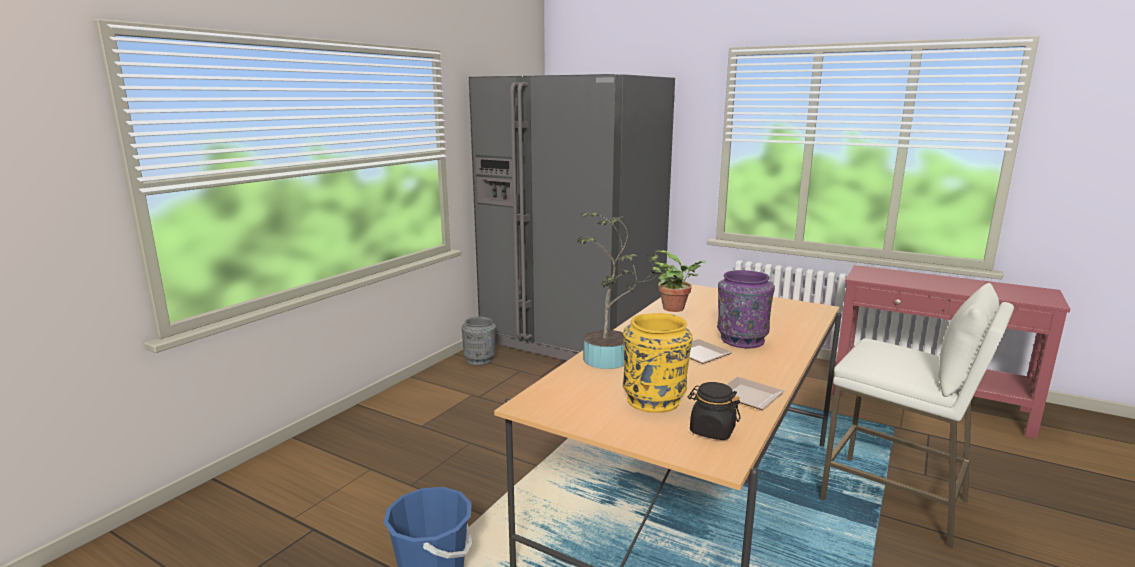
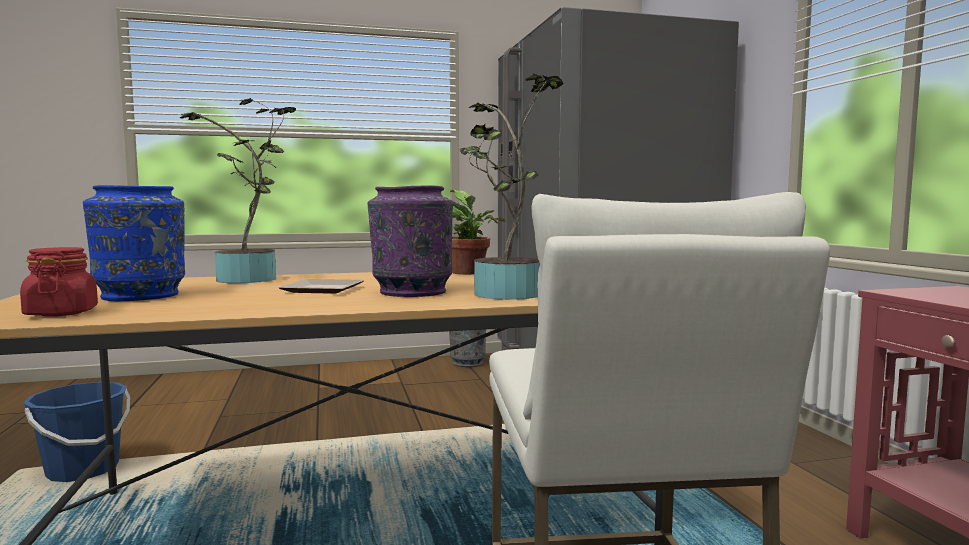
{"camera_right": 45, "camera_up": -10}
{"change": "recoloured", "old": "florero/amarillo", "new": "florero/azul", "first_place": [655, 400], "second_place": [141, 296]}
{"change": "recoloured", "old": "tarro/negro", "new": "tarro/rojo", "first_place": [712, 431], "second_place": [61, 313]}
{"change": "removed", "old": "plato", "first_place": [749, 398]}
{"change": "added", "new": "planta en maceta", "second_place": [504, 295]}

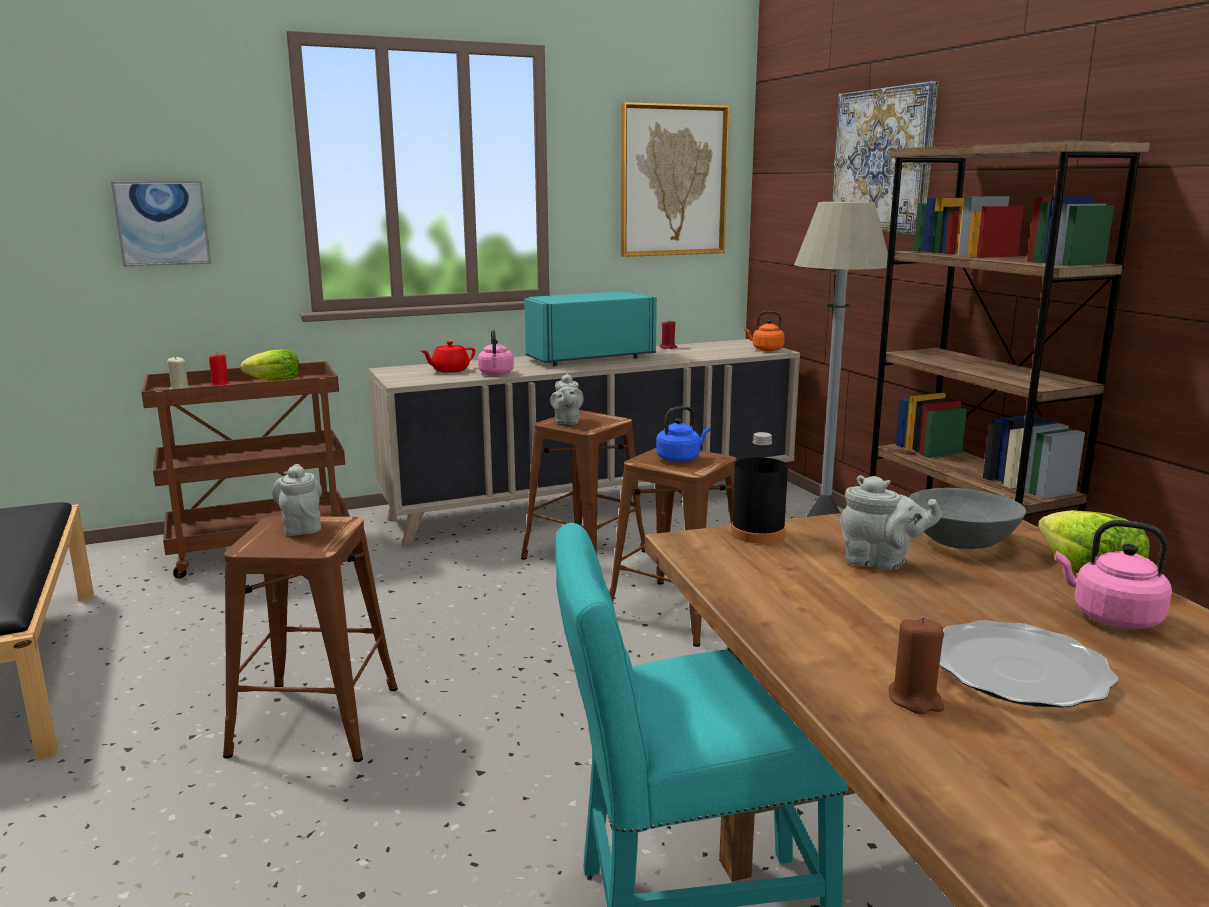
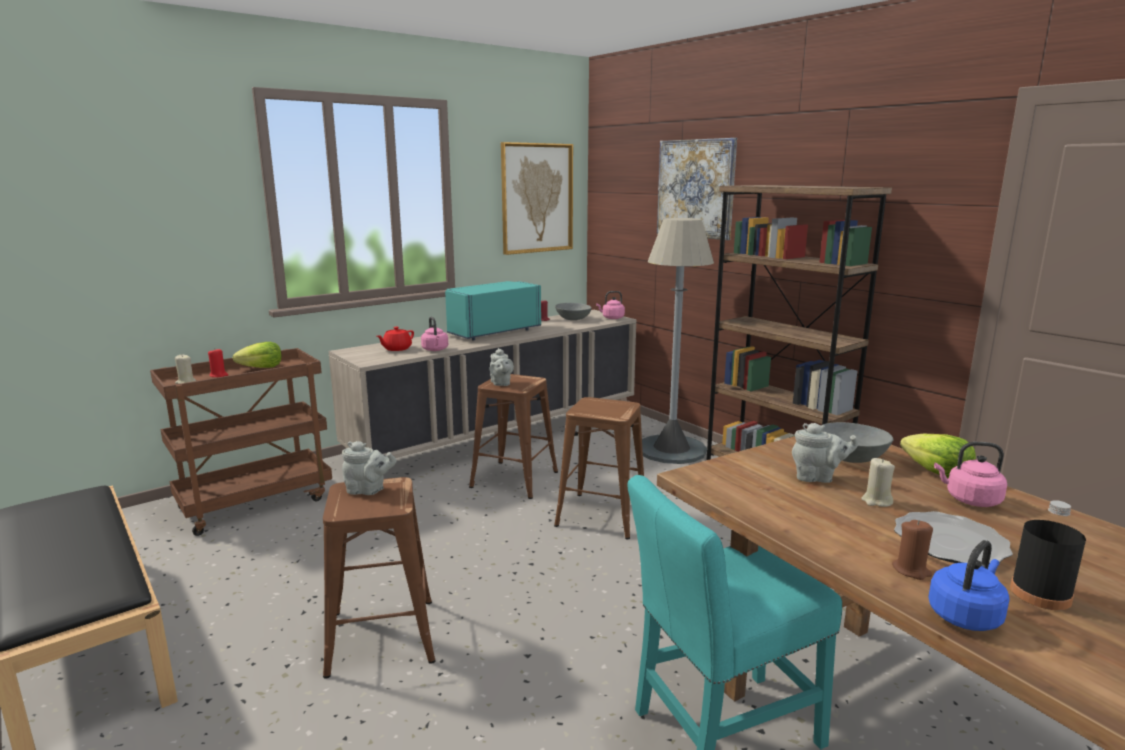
{"camera_right": -15, "camera_up": 0}
{"change": "removed", "old": "cuadro", "first_place": [162, 223]}
{"change": "turned", "old": "tetera/gris", "first_place": [301, 527], "second_place": [368, 490], "degrees": 135}
{"change": "moved", "old": "hervidor/azul", "first_place": [680, 459], "second_place": [966, 615]}
{"change": "moved", "old": "botella/negro", "first_place": [757, 533], "second_place": [1040, 594]}
{"change": "recoloured", "old": "hervidor/naranja", "new": "hervidor/rosa", "first_place": [765, 349], "second_place": [612, 318]}
{"change": "added", "new": "cuenco/gris", "second_place": [572, 319]}
{"change": "added", "new": "vela/beis", "second_place": [876, 501]}

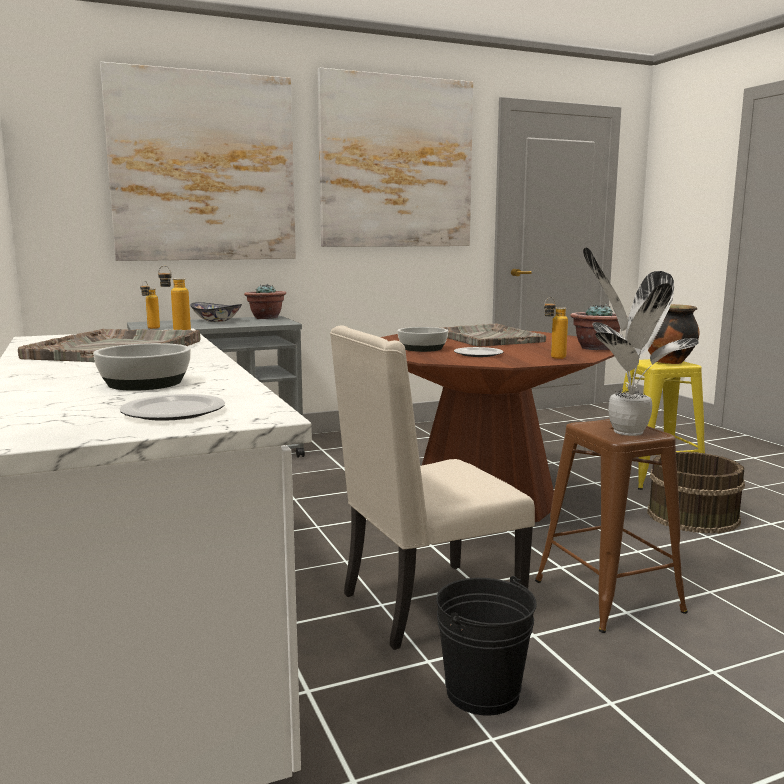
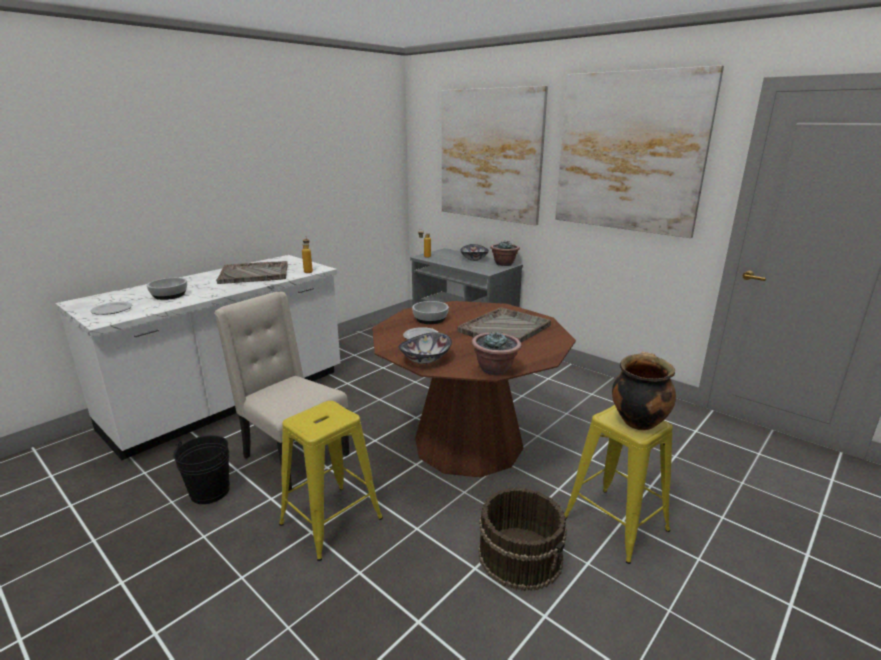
{"camera_right": 65, "camera_up": 10}
{"change": "recoloured", "old": "taburete/marrón", "new": "taburete/amarillo", "first_place": [607, 596], "second_place": [331, 521]}
{"change": "replaced", "old": "botella", "new": "cuenco", "first_place": [553, 358], "second_place": [426, 359]}
{"change": "removed", "old": "planta en maceta", "first_place": [624, 431]}

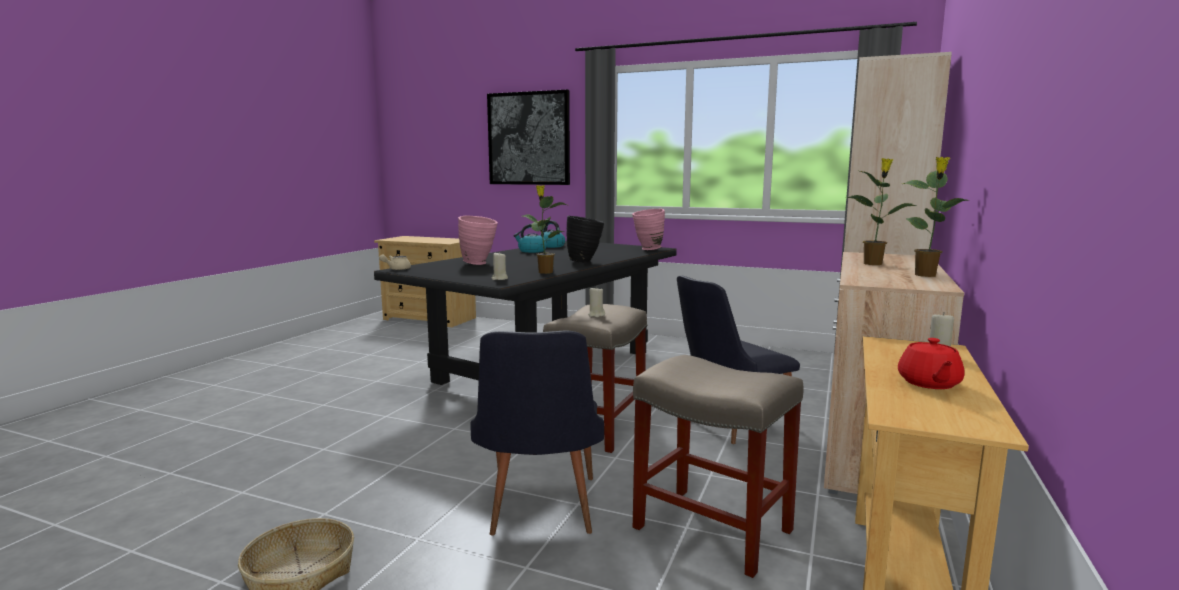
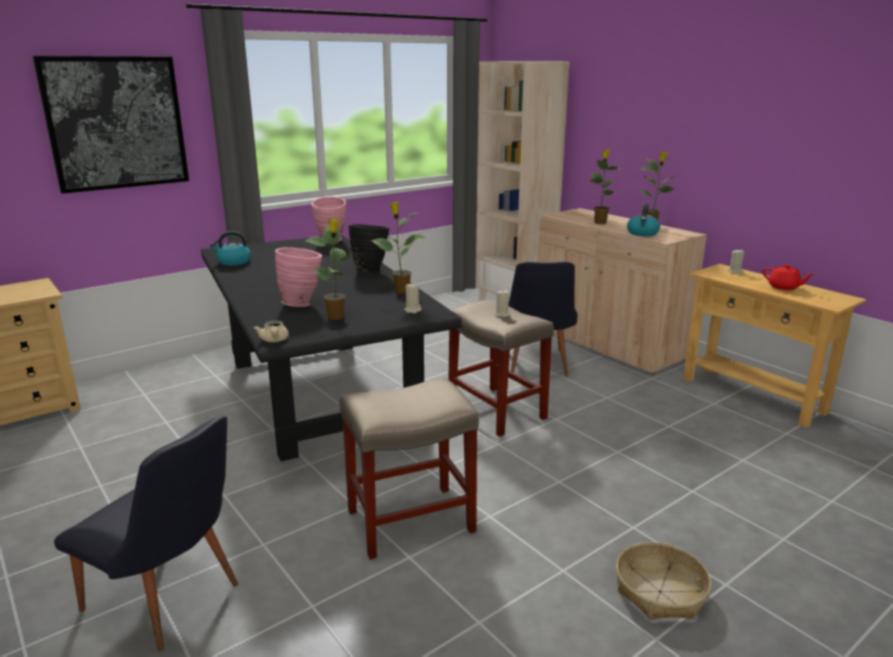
{"camera_right": -60, "camera_up": 10}
{"change": "moved", "old": "silla/negro", "first_place": [540, 512], "second_place": [171, 602]}
{"change": "moved", "old": "hervidor", "first_place": [531, 251], "second_place": [642, 233]}
{"change": "moved", "old": "taburete/beis", "first_place": [710, 528], "second_place": [409, 521]}
{"change": "added", "new": "planta en maceta", "second_place": [336, 317]}

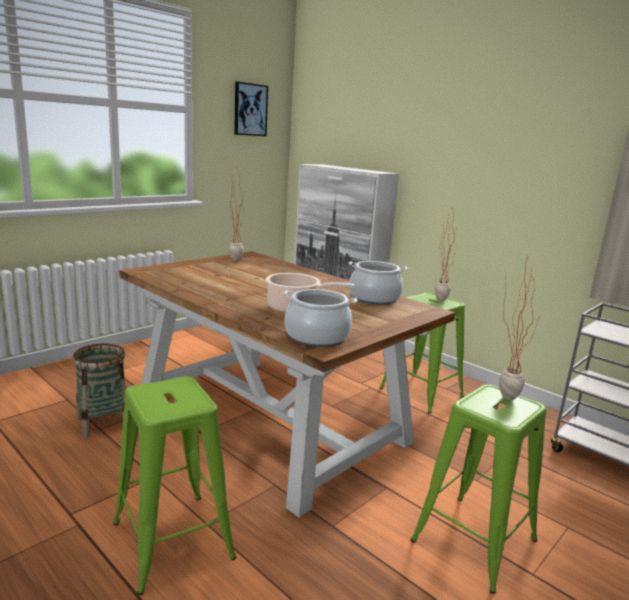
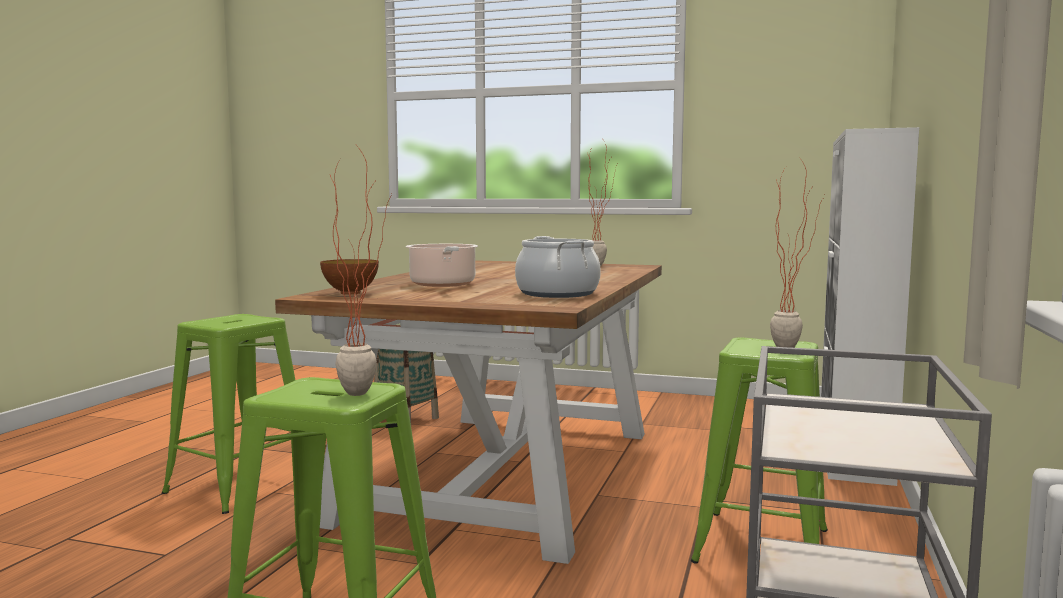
{"camera_right": 65, "camera_up": -10}
{"change": "removed", "old": "cuadro", "first_place": [250, 109]}
{"change": "replaced", "old": "olla", "new": "cuenco", "first_place": [317, 337], "second_place": [350, 293]}

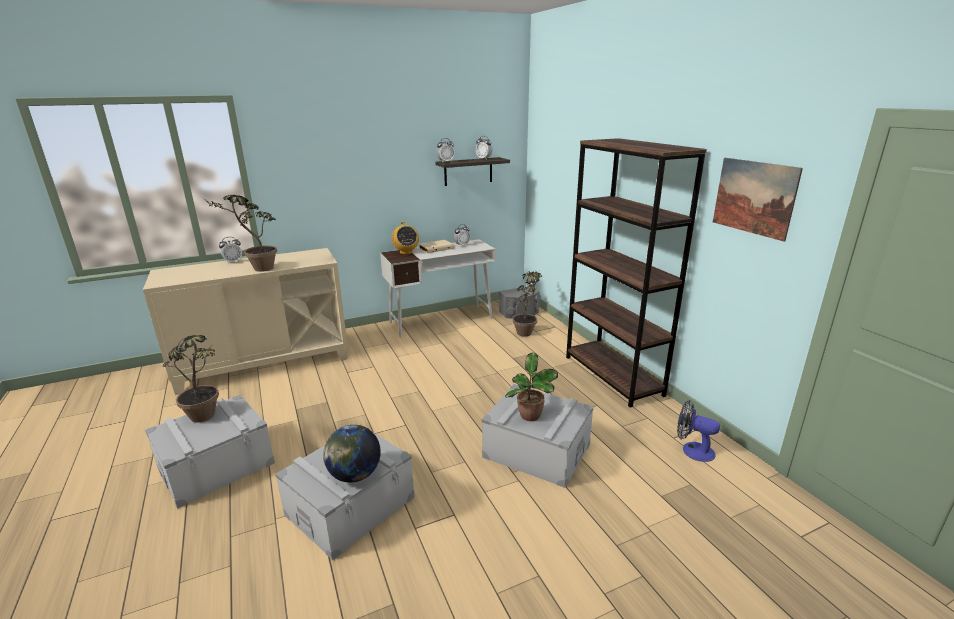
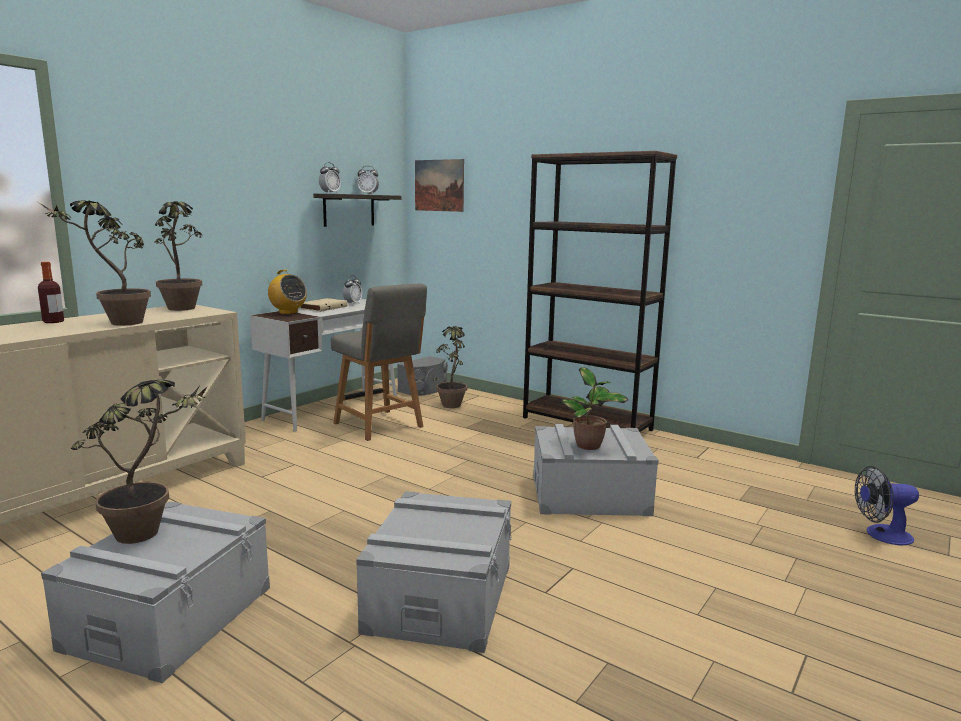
{"camera_right": -30, "camera_up": -10}
{"change": "replaced", "old": "despertador", "new": "botella", "first_place": [233, 262], "second_place": [53, 322]}
{"change": "removed", "old": "globo terráqueo", "first_place": [355, 475]}
{"change": "moved", "old": "ventilador", "first_place": [692, 450], "second_place": [881, 535]}
{"change": "moved", "old": "cuadro", "first_place": [754, 197], "second_place": [439, 185]}
{"change": "added", "new": "planta en maceta", "second_place": [182, 310]}
{"change": "added", "new": "silla/gris", "second_place": [380, 426]}

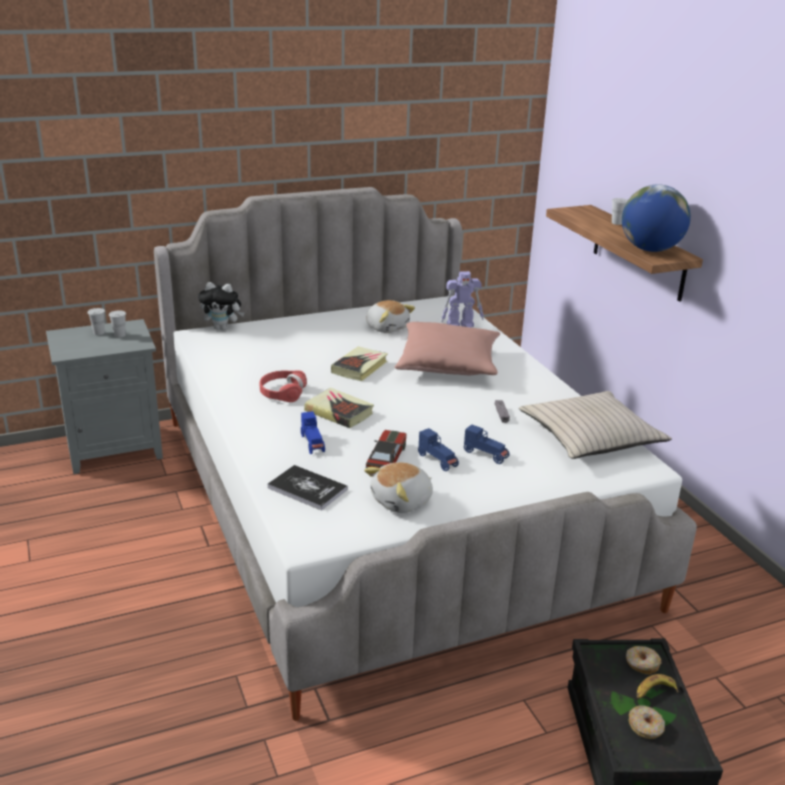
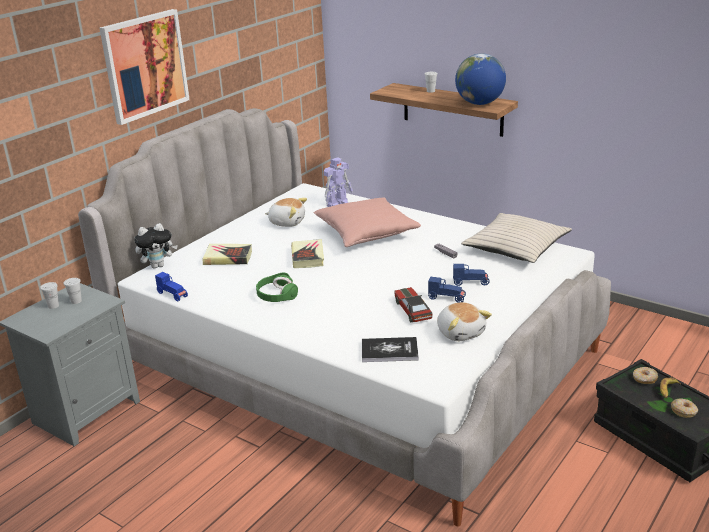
{"camera_right": -30, "camera_up": 0}
{"change": "recoloured", "old": "auriculares/rojo", "new": "auriculares/verde", "first_place": [282, 392], "second_place": [276, 295]}
{"change": "moved", "old": "coche de juguete/azul", "first_place": [313, 443], "second_place": [173, 295]}
{"change": "moved", "old": "libro", "first_place": [339, 412], "second_place": [228, 258]}
{"change": "turned", "old": "peluche", "first_place": [402, 501], "second_place": [461, 332], "degrees": -45}
{"change": "added", "new": "cuadro", "second_place": [144, 65]}

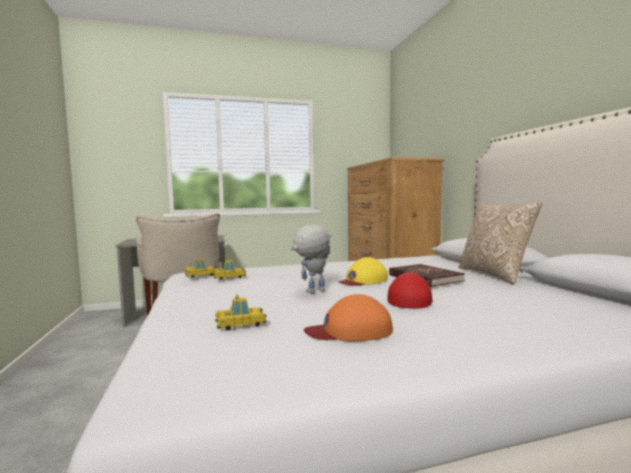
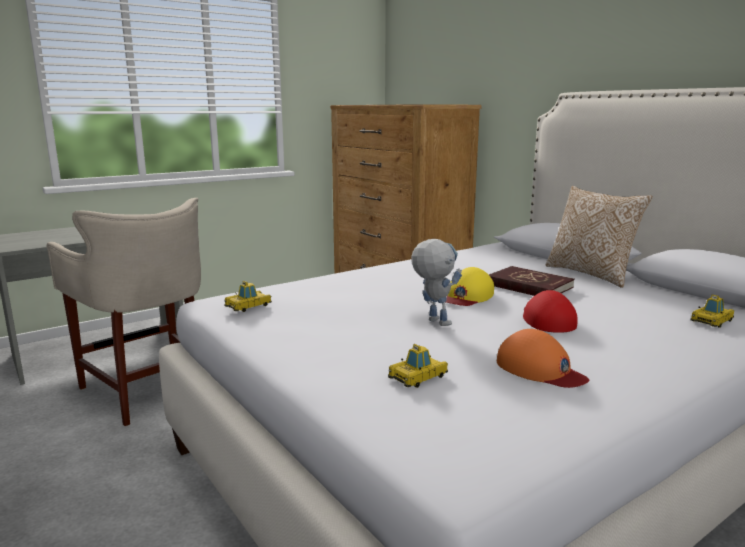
{"camera_right": -20, "camera_up": 10}
{"change": "moved", "old": "coche de juguete", "first_place": [229, 277], "second_place": [711, 321]}
{"change": "turned", "old": "robot de juguete", "first_place": [312, 292], "second_place": [432, 320], "degrees": 105}
{"change": "turned", "old": "gorra/naranja", "first_place": [350, 331], "second_place": [540, 369], "degrees": -105}

